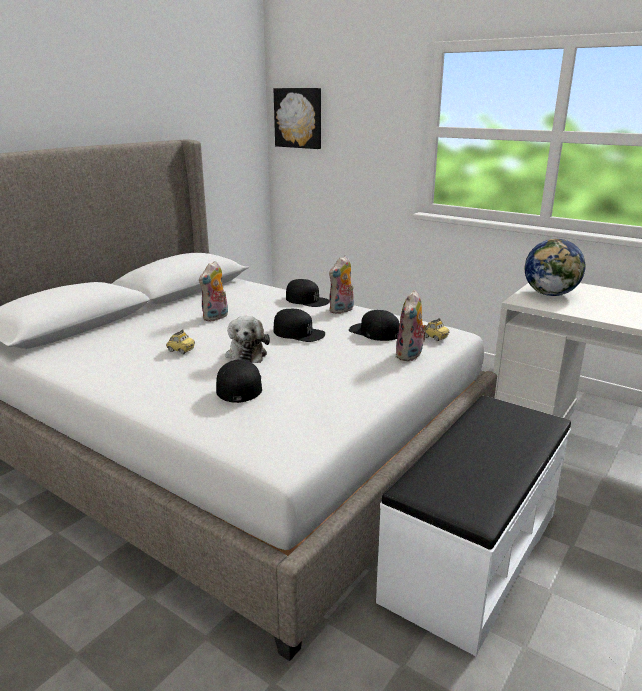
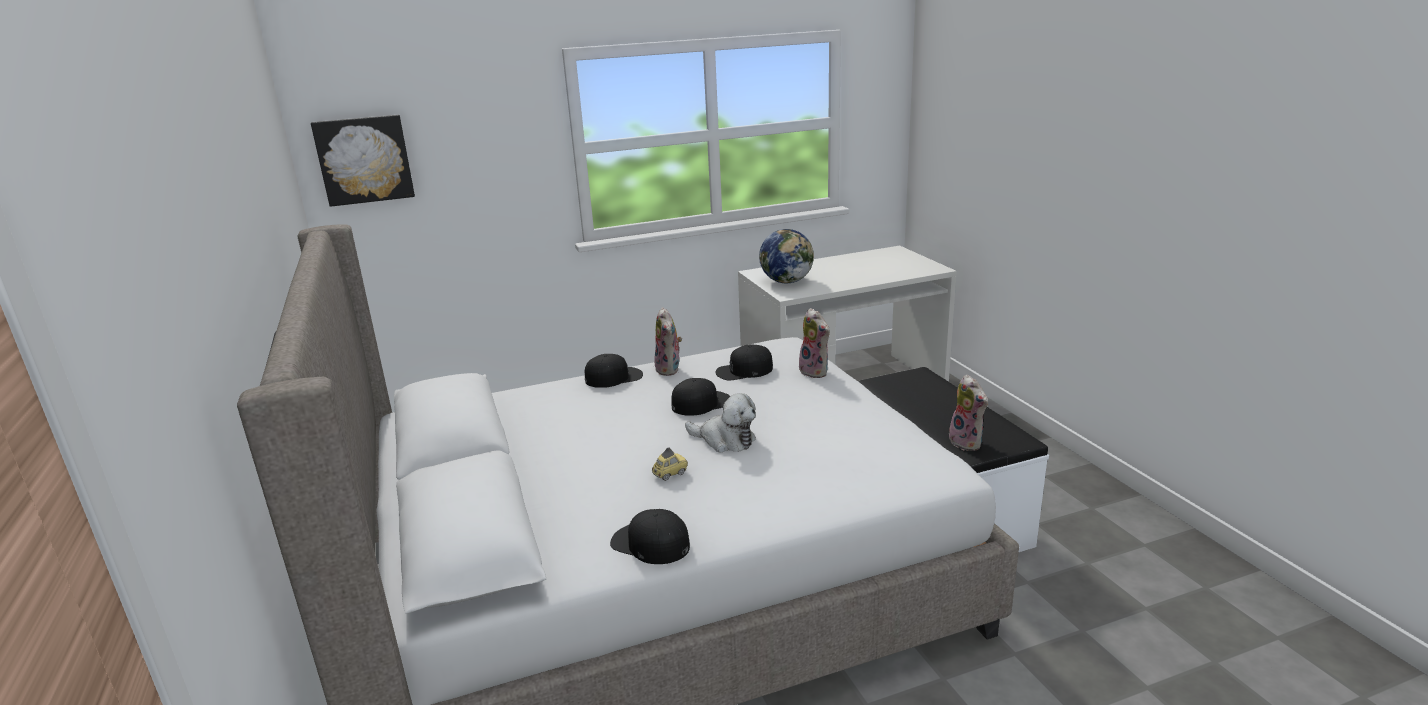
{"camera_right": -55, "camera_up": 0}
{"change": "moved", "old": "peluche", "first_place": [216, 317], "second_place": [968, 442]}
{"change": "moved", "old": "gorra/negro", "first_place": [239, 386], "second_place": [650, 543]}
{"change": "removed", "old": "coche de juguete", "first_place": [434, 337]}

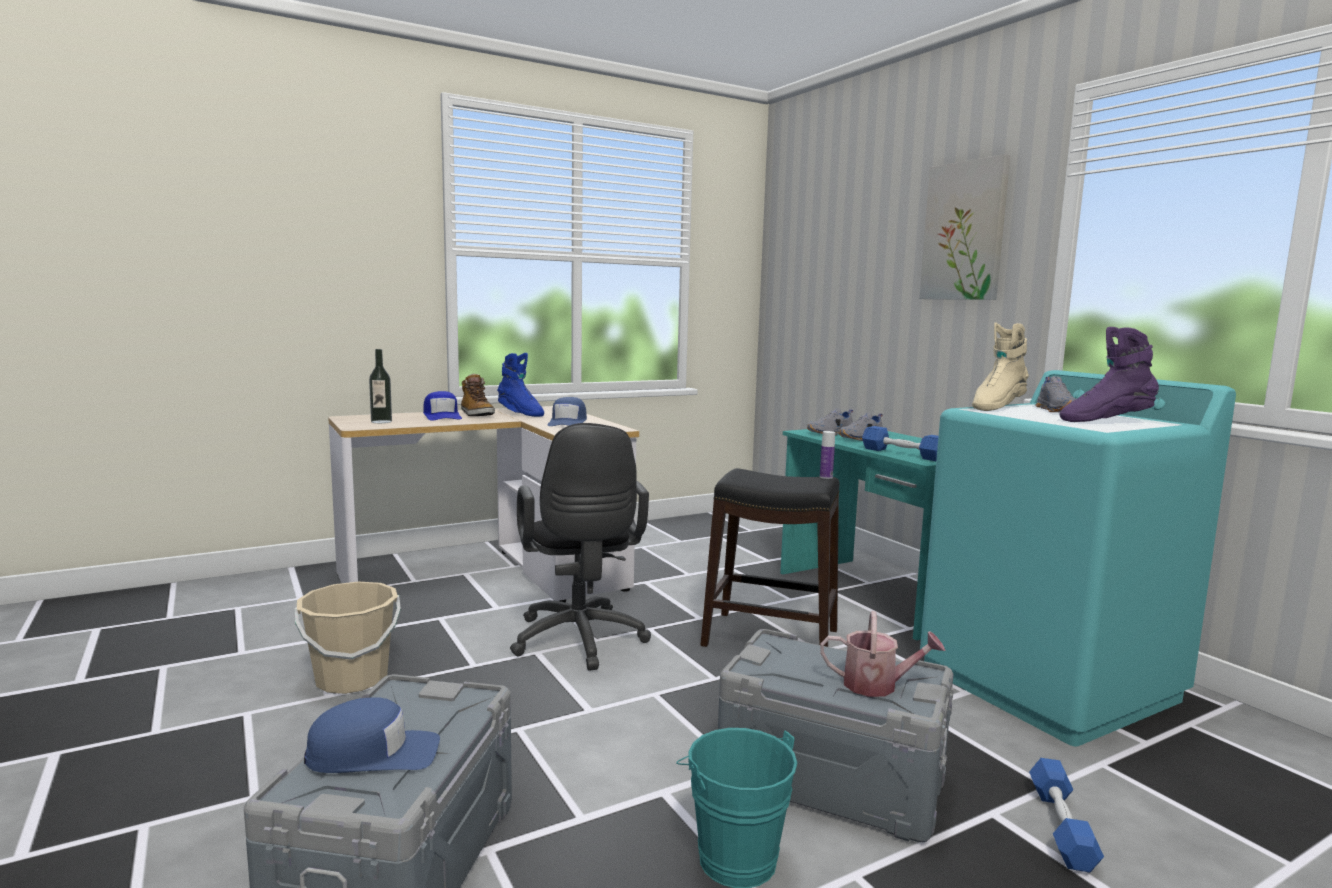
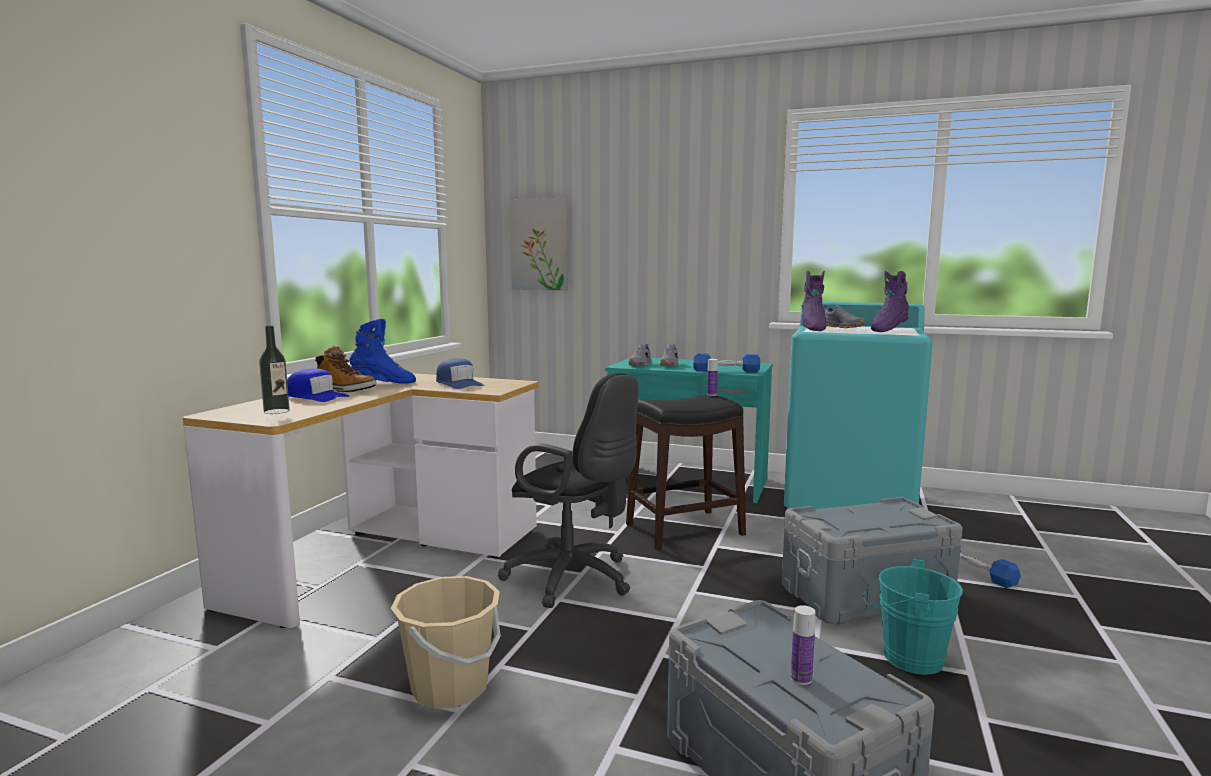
{"camera_right": -40, "camera_up": 0}
{"change": "replaced", "old": "gorra/azul", "new": "botella", "first_place": [374, 753], "second_place": [801, 679]}
{"change": "removed", "old": "regadera", "first_place": [877, 685]}
{"change": "moved", "old": "cuadro", "first_place": [964, 231], "second_place": [539, 244]}
{"change": "recoloured", "old": "bota/beis", "new": "bota/morado", "first_place": [996, 407], "second_place": [812, 328]}

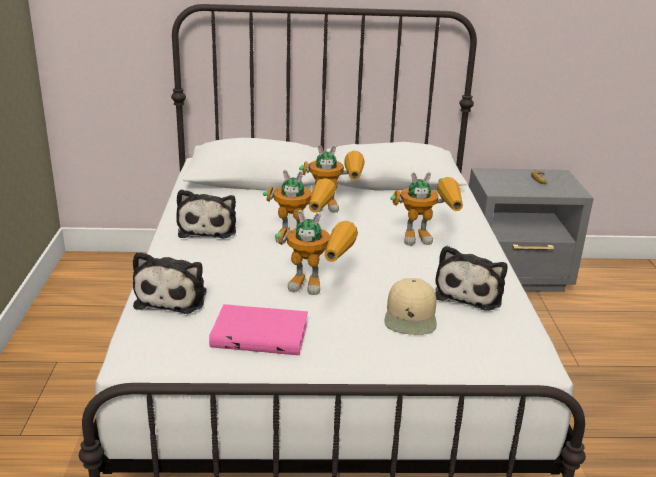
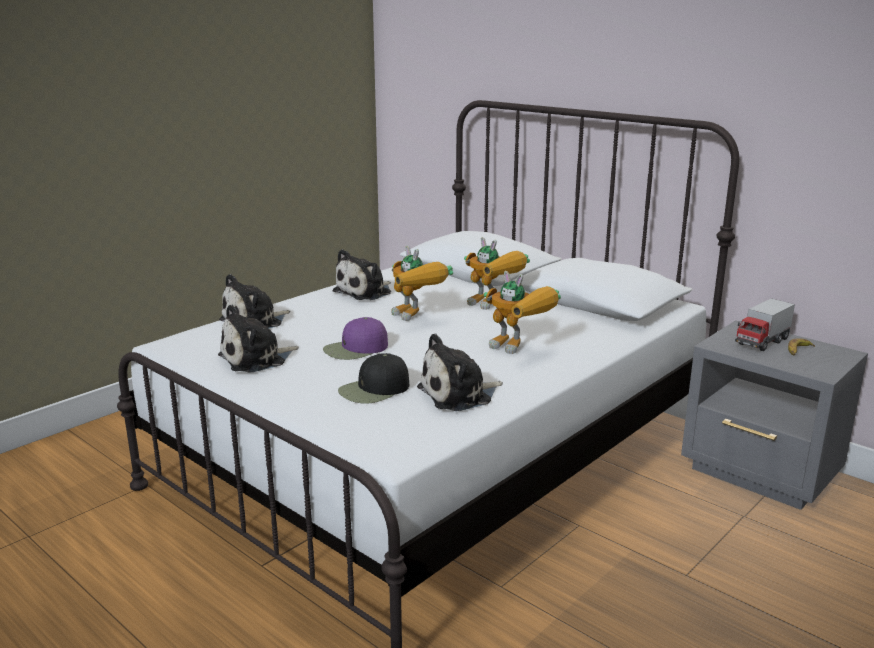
{"camera_right": 45, "camera_up": -5}
{"change": "replaced", "old": "libro/rosa", "new": "peluche", "first_place": [261, 333], "second_place": [256, 359]}
{"change": "replaced", "old": "robot de juguete", "new": "gorra/morado", "first_place": [320, 286], "second_place": [356, 349]}
{"change": "recoloured", "old": "gorra/beis", "new": "gorra/negro", "first_place": [411, 316], "second_place": [374, 389]}
{"change": "added", "new": "camión de juguete", "second_place": [761, 342]}

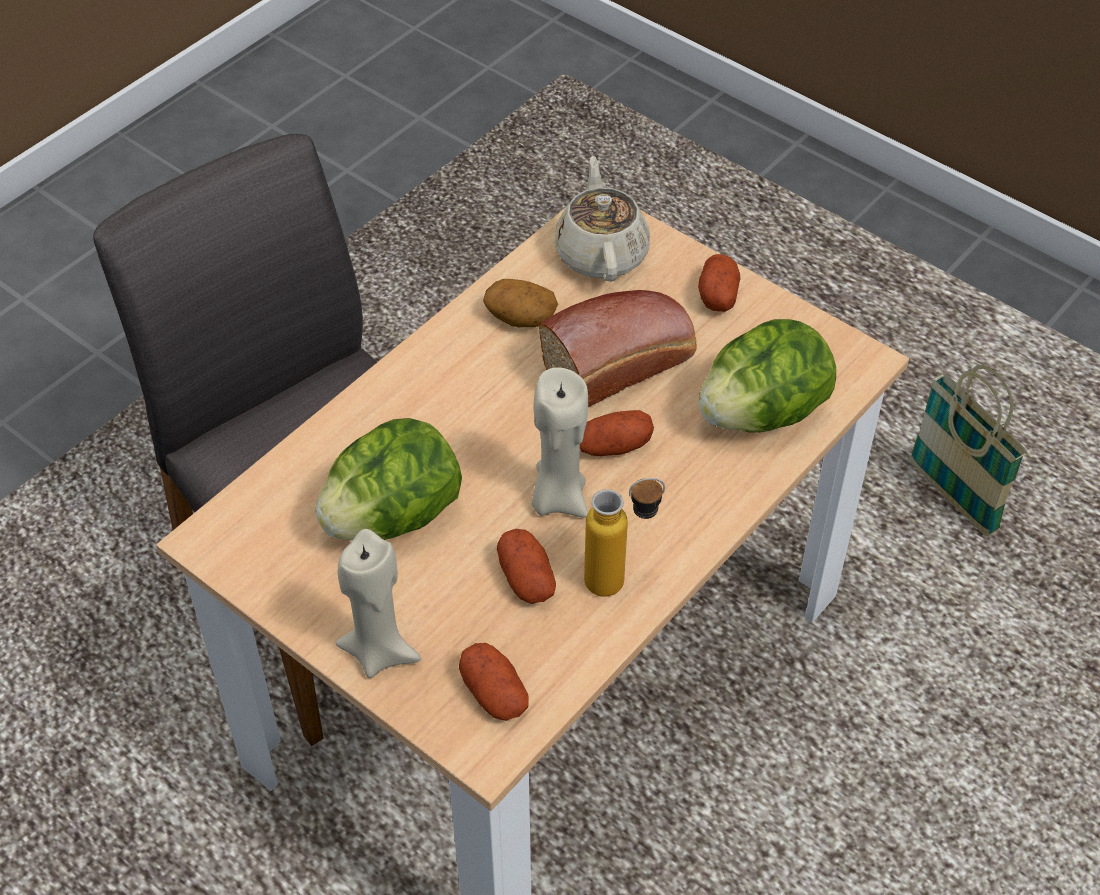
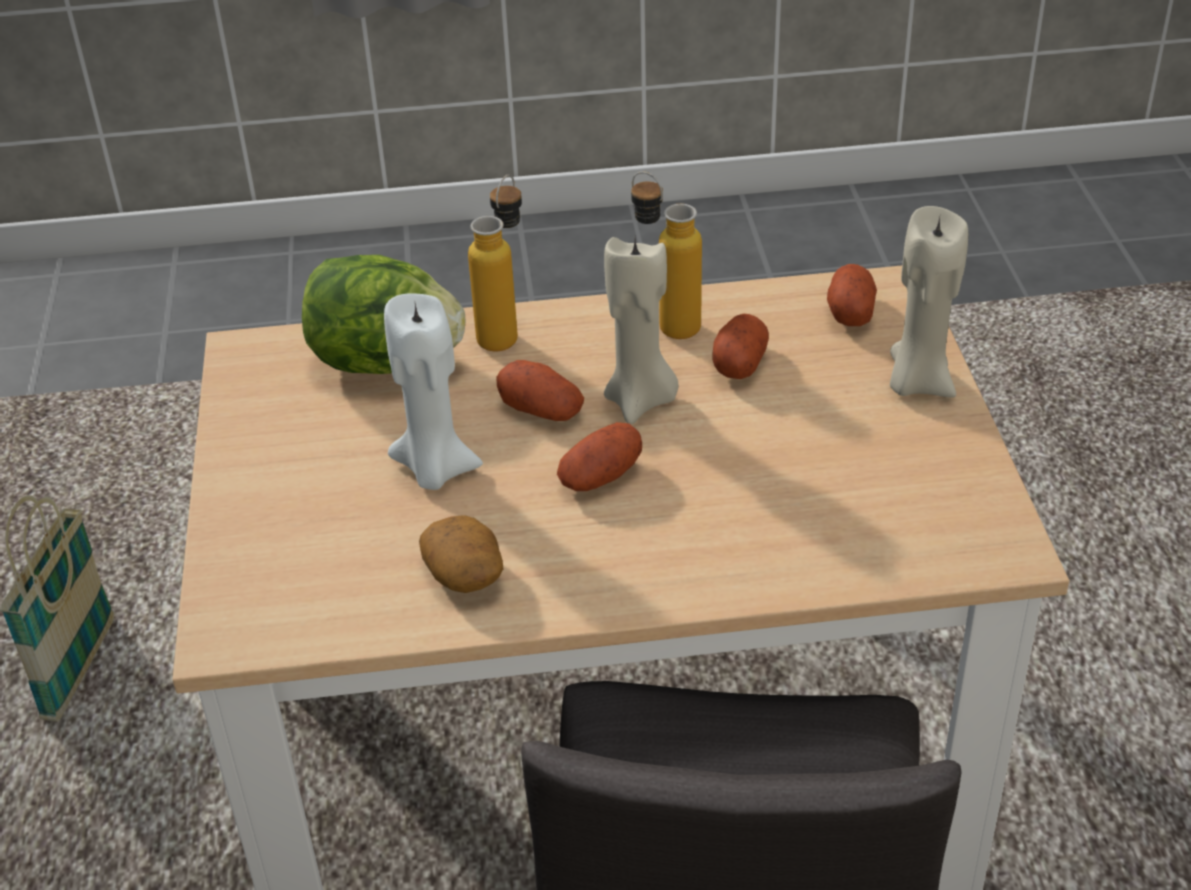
{"camera_right": -135, "camera_up": -10}
{"change": "removed", "old": "lechuga", "first_place": [394, 516]}
{"change": "replaced", "old": "pan", "new": "vela/blanco", "first_place": [622, 363], "second_place": [435, 470]}
{"change": "removed", "old": "tetera/beis", "first_place": [601, 253]}
{"change": "moved", "old": "patata", "first_place": [717, 295], "second_place": [600, 476]}
{"change": "added", "new": "botella", "second_place": [505, 331]}

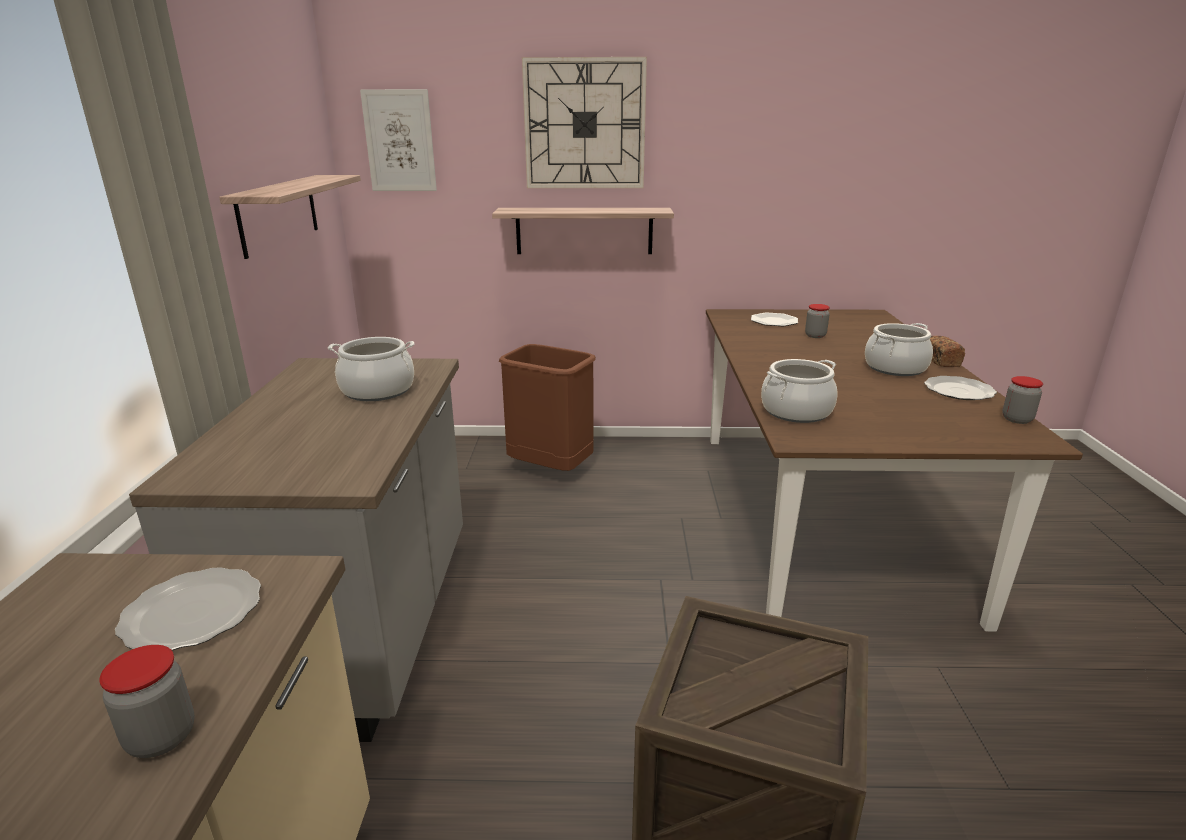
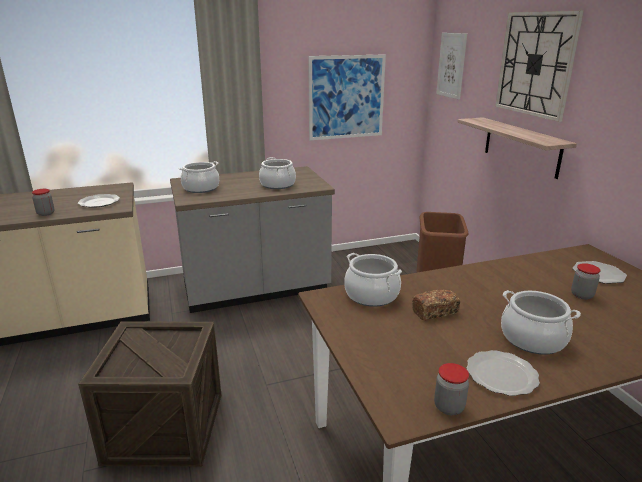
{"camera_right": 70, "camera_up": 0}
{"change": "replaced", "old": "estante", "new": "cuadro", "first_place": [279, 214], "second_place": [346, 97]}
{"change": "moved", "old": "pan", "first_place": [940, 360], "second_place": [435, 312]}
{"change": "added", "new": "olla", "second_place": [201, 188]}

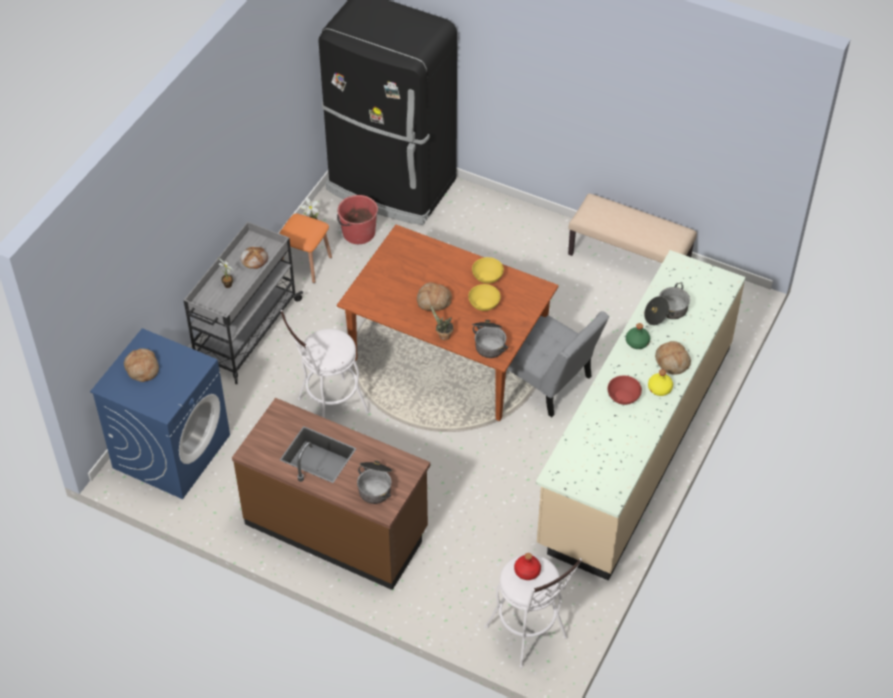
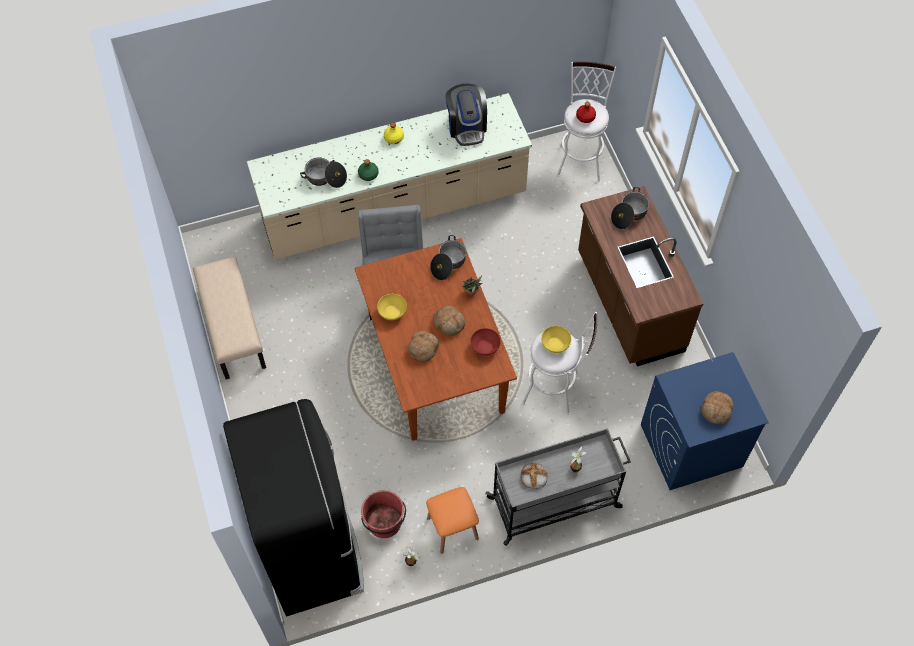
{"camera_right": -135, "camera_up": 10}
{"change": "moved", "old": "cuenco/amarillo", "first_place": [484, 304], "second_place": [555, 344]}
{"change": "moved", "old": "cuenco/rojo", "first_place": [623, 397], "second_place": [485, 346]}
{"change": "moved", "old": "pan", "first_place": [672, 362], "second_place": [423, 348]}
{"change": "added", "new": "cafetera", "second_place": [467, 126]}

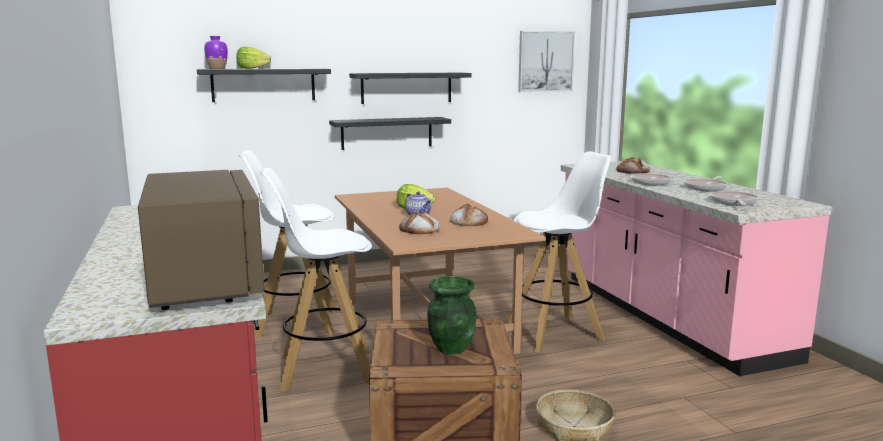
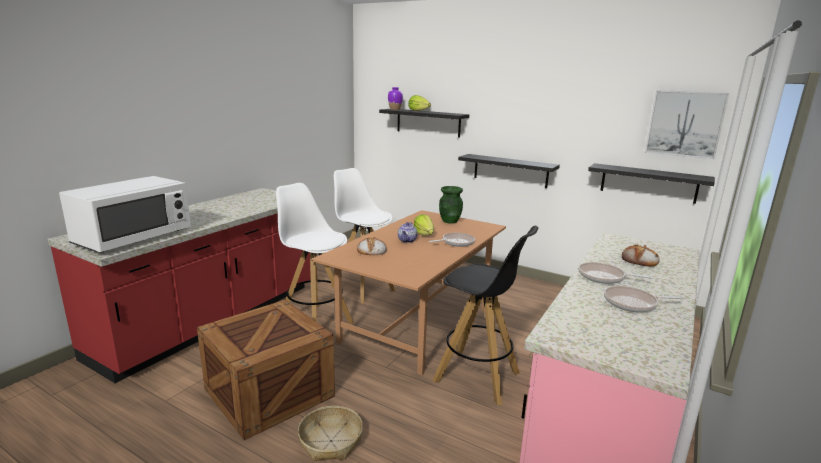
{"camera_right": 50, "camera_up": 5}
{"change": "recoloured", "old": "microondas/marrón", "new": "microondas/blanco", "first_place": [204, 281], "second_place": [134, 238]}
{"change": "moved", "old": "estante/negro", "first_place": [406, 88], "second_place": [648, 183]}
{"change": "moved", "old": "florero/verde", "first_place": [450, 348], "second_place": [449, 221]}
{"change": "removed", "old": "pan", "first_place": [468, 221]}
{"change": "recoloured", "old": "taburete/blanco", "new": "taburete/negro", "first_place": [555, 333], "second_place": [478, 377]}
{"change": "moved", "old": "sartén", "first_place": [733, 203], "second_place": [456, 242]}

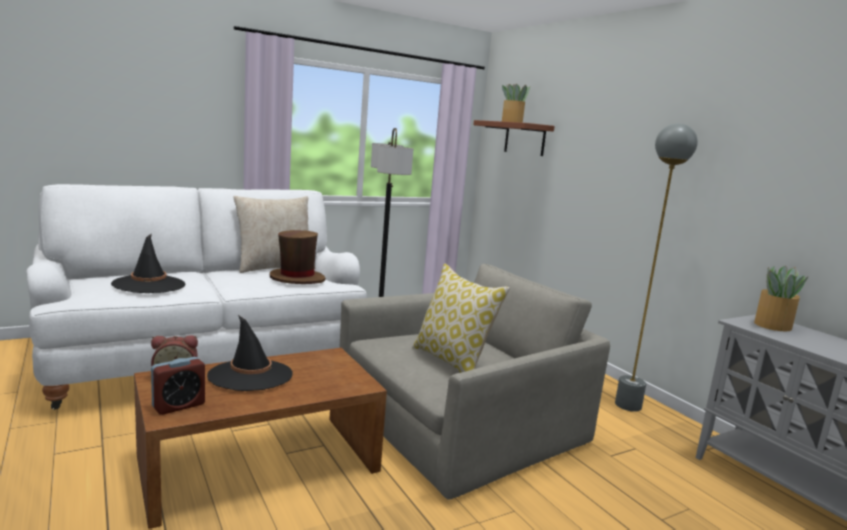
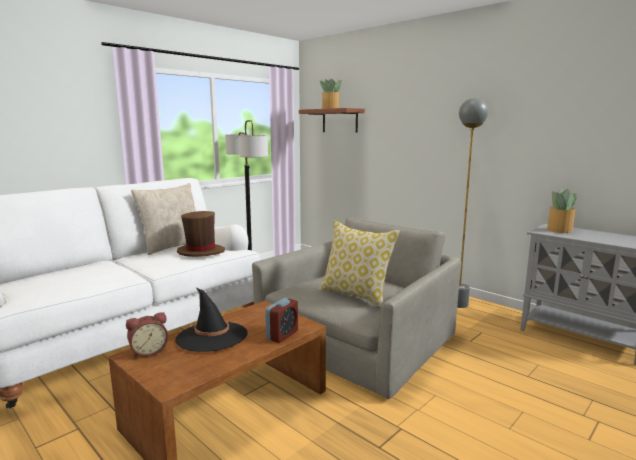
{"camera_right": -15, "camera_up": 0}
{"change": "removed", "old": "sombrero/negro", "first_place": [149, 285]}
{"change": "moved", "old": "despertador", "first_place": [178, 405], "second_place": [282, 335]}

